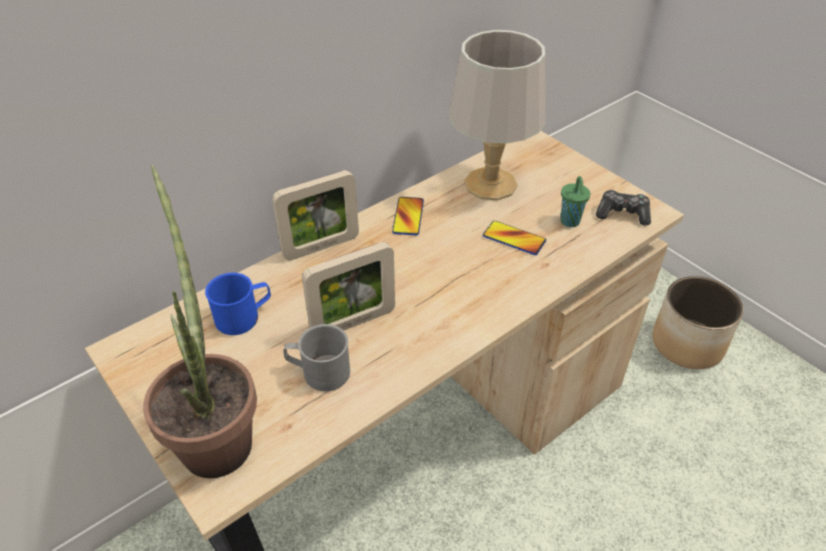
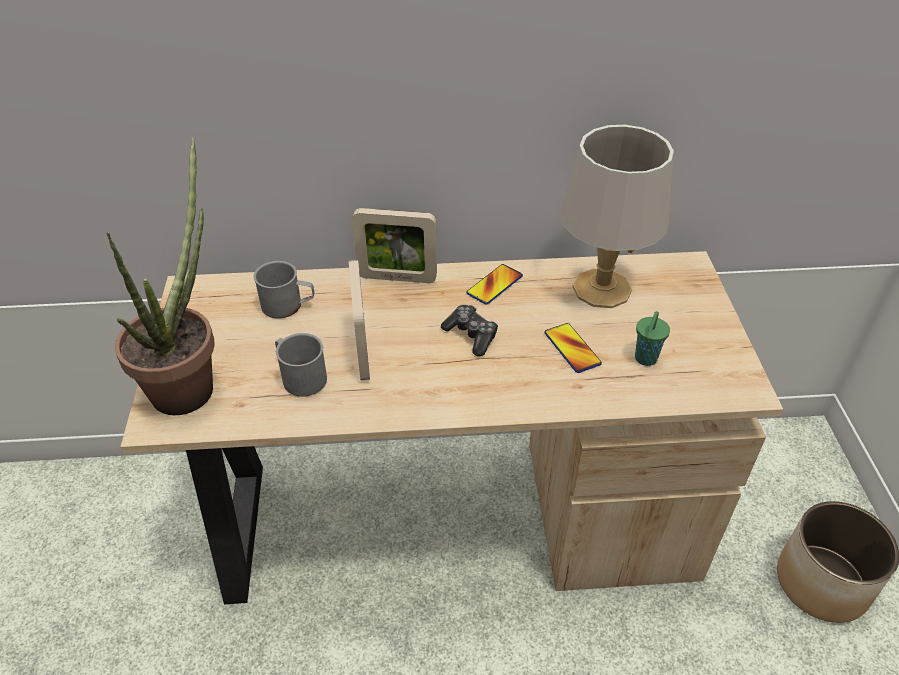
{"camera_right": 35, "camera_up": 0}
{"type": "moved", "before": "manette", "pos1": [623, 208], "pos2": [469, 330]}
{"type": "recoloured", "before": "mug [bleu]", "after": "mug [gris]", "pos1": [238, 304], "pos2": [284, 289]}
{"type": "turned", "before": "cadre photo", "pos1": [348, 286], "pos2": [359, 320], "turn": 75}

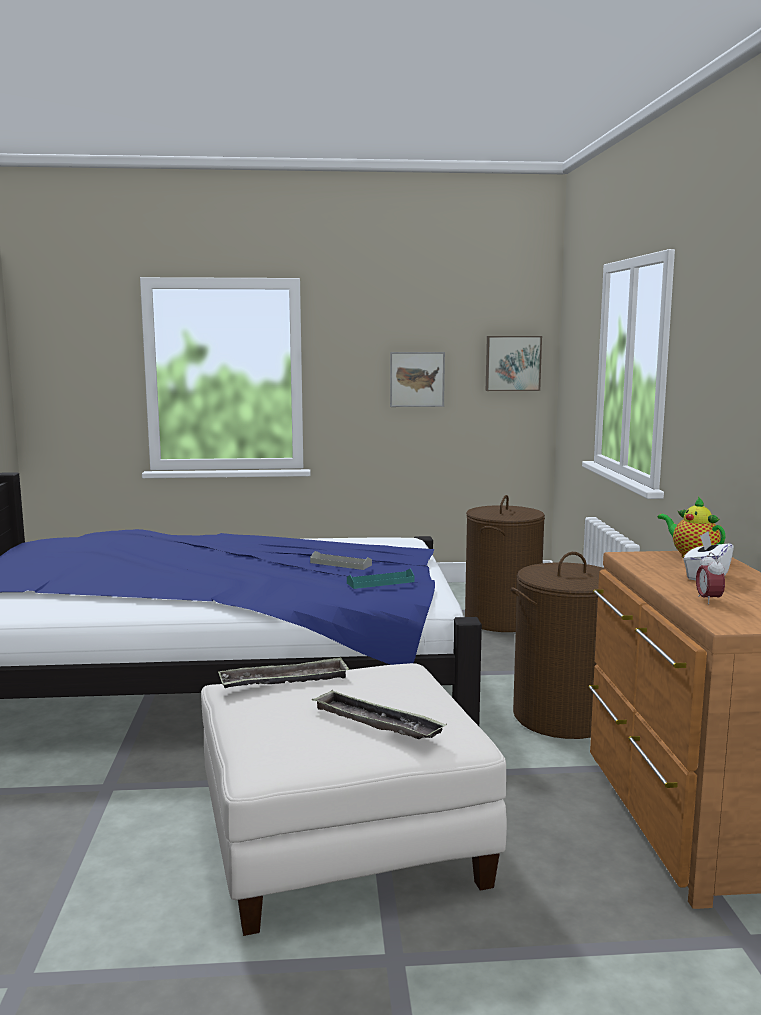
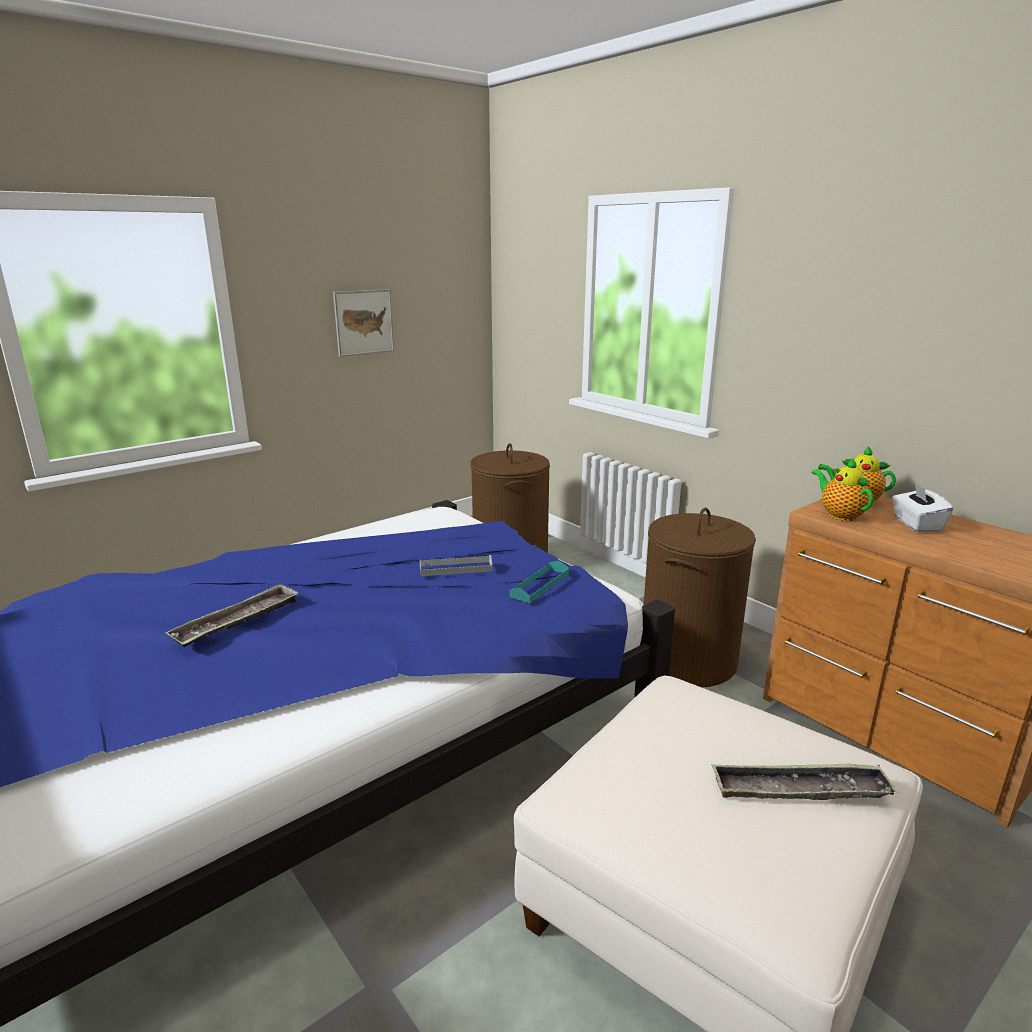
{"camera_right": -35, "camera_up": 10}
{"type": "removed", "before": "tableau", "pos1": [514, 363]}
{"type": "removed", "before": "réveil", "pos1": [710, 578]}
{"type": "added", "after": "théière", "pos2": [842, 490]}
{"type": "moved", "before": "plateau", "pos1": [283, 672], "pos2": [232, 615]}

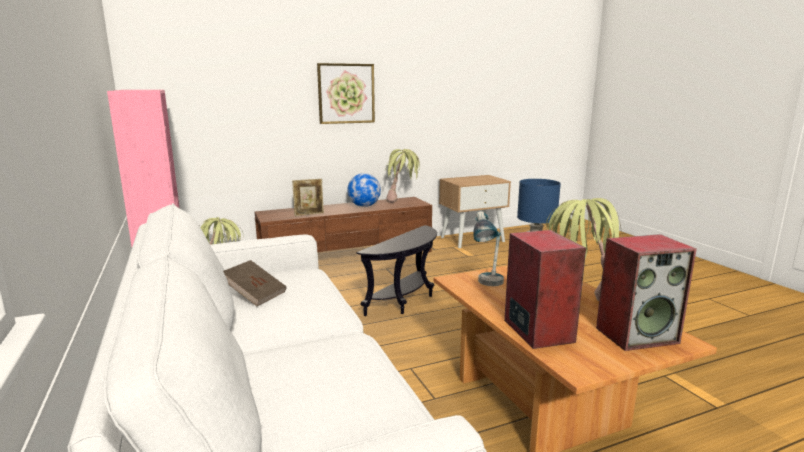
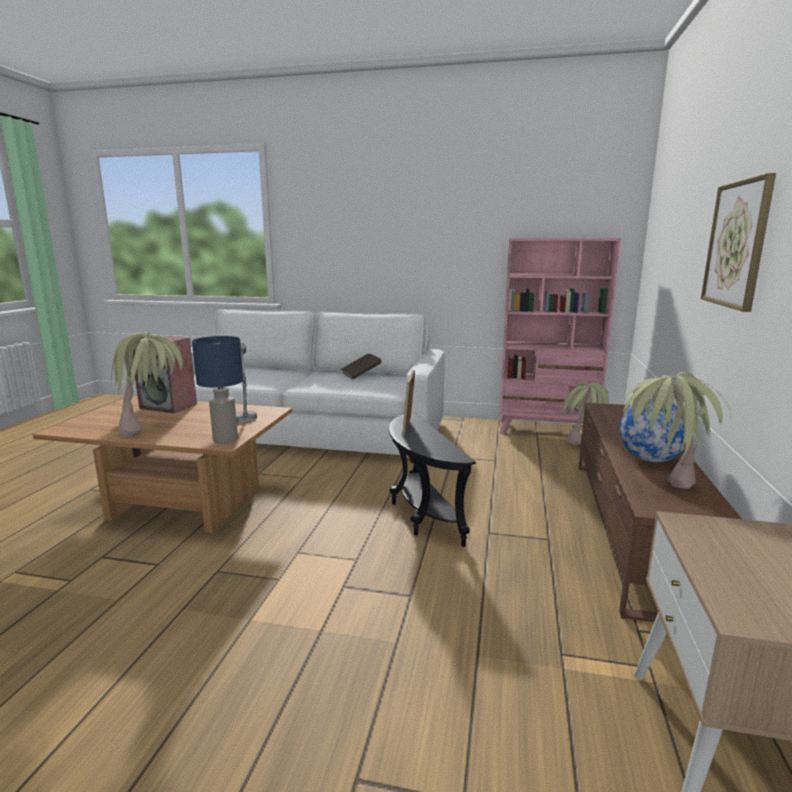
{"camera_right": 125, "camera_up": 0}
{"type": "removed", "before": "enceinte", "pos1": [646, 292]}
{"type": "moved", "before": "cadre photo", "pos1": [308, 197], "pos2": [408, 403]}

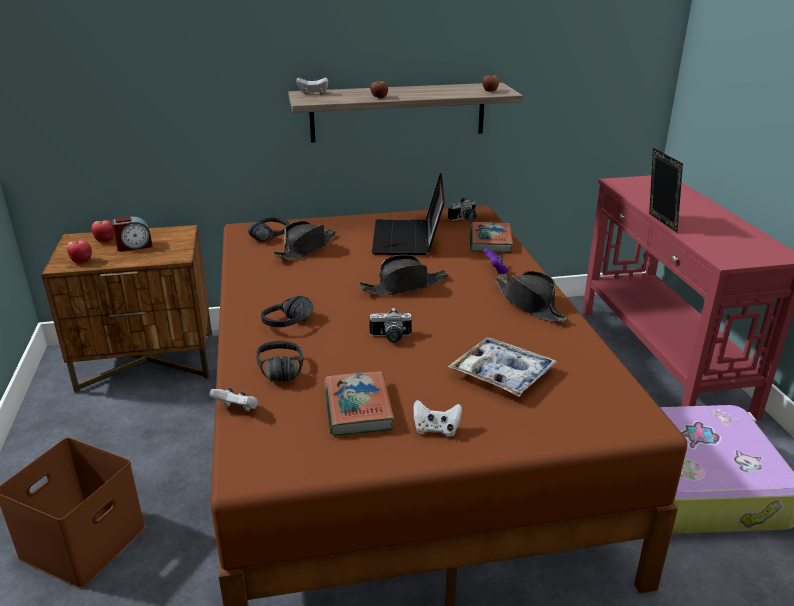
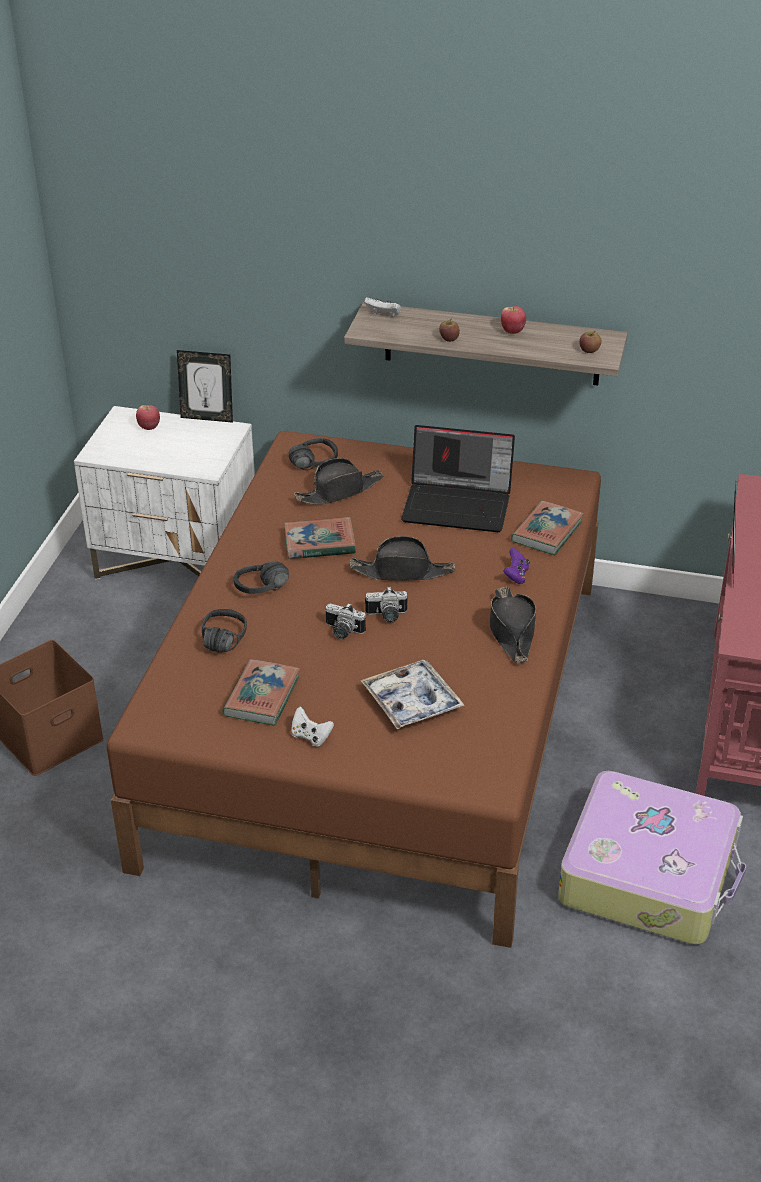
{"camera_right": 25, "camera_up": 10}
{"type": "removed", "before": "réveil", "pos1": [132, 234]}
{"type": "removed", "before": "manette [blanc]", "pos1": [233, 399]}
{"type": "added", "after": "cadre photo", "pos2": [205, 386]}
{"type": "added", "after": "livre", "pos2": [320, 538]}
{"type": "moved", "before": "pomme", "pos1": [79, 252], "pos2": [513, 320]}
{"type": "moved", "before": "appareil photo", "pos1": [462, 209], "pos2": [386, 604]}
{"type": "recoloured", "before": "table de chevet [marron]", "after": "table de chevet [blanc]", "pos1": [126, 309], "pos2": [164, 493]}
{"type": "turned", "before": "ordinateur portable", "pos1": [408, 214], "pos2": [458, 478], "turn": -105}

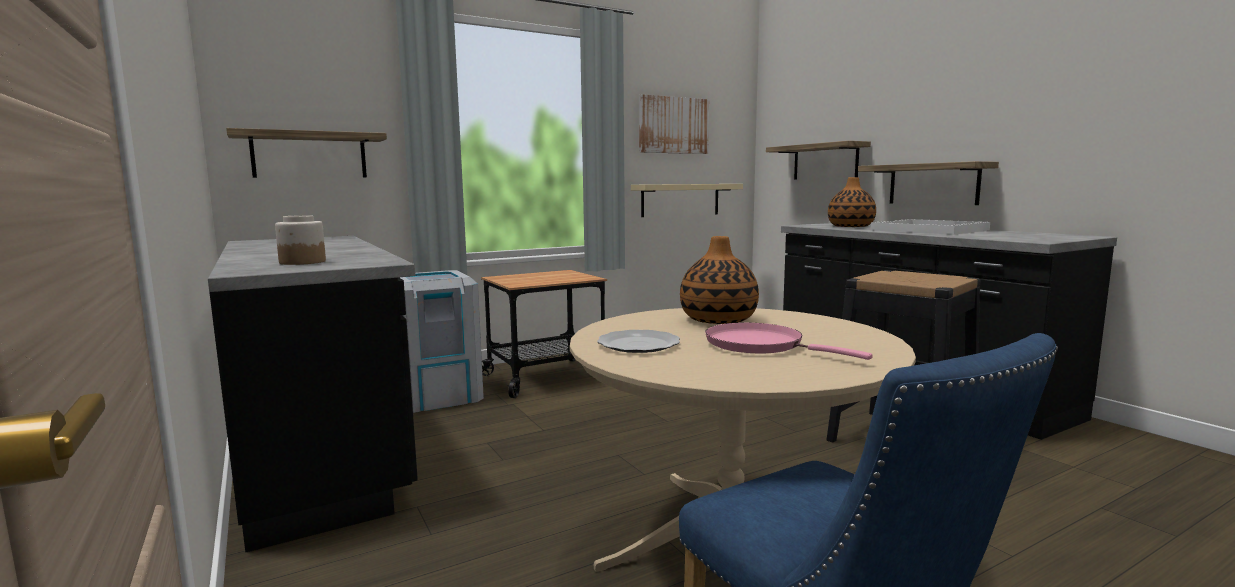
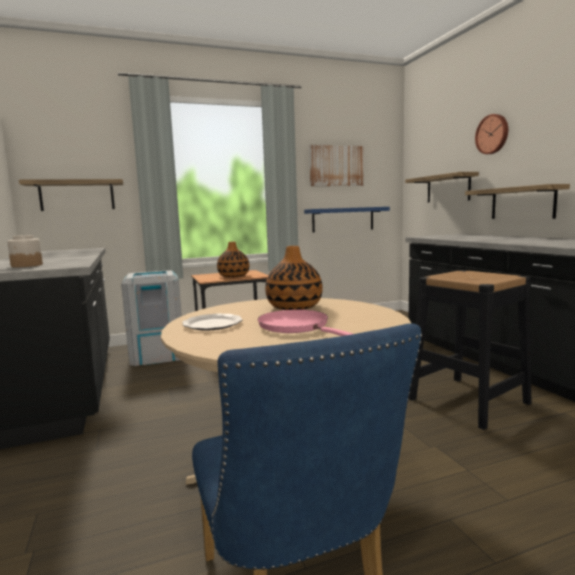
{"camera_right": 10, "camera_up": 0}
{"type": "removed", "before": "plateau [blanc]", "pos1": [930, 227]}
{"type": "added", "after": "horloge murale", "pos2": [491, 134]}
{"type": "moved", "before": "vase", "pos1": [852, 202], "pos2": [233, 259]}
{"type": "recoloured", "before": "étagère [beige]", "after": "étagère [bleu]", "pos1": [687, 200], "pos2": [347, 220]}

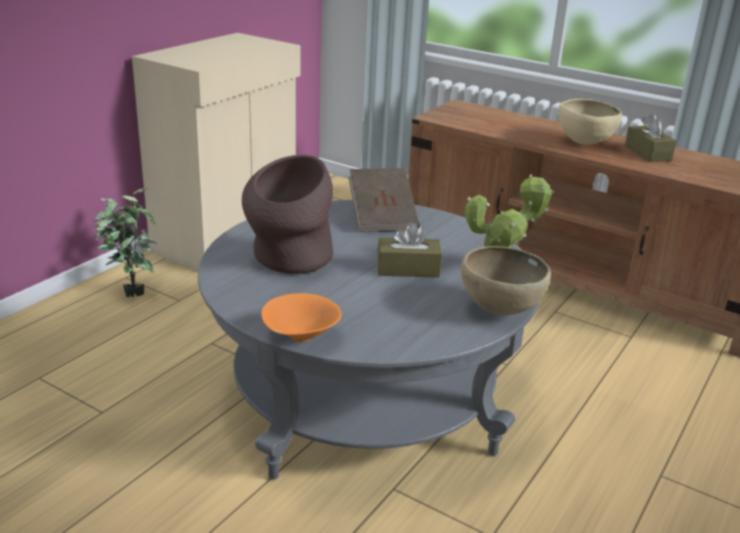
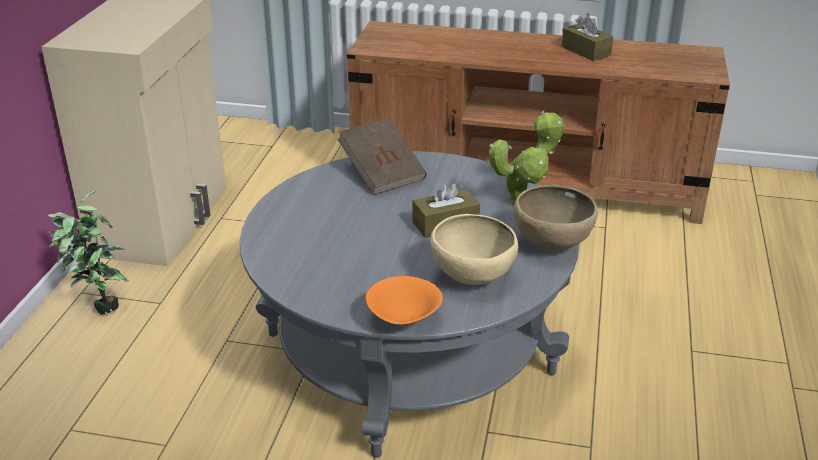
{"camera_right": -20, "camera_up": 5}
{"type": "removed", "before": "vase [marron]", "pos1": [287, 214]}
{"type": "moved", "before": "bol [beige]", "pos1": [590, 122], "pos2": [474, 249]}

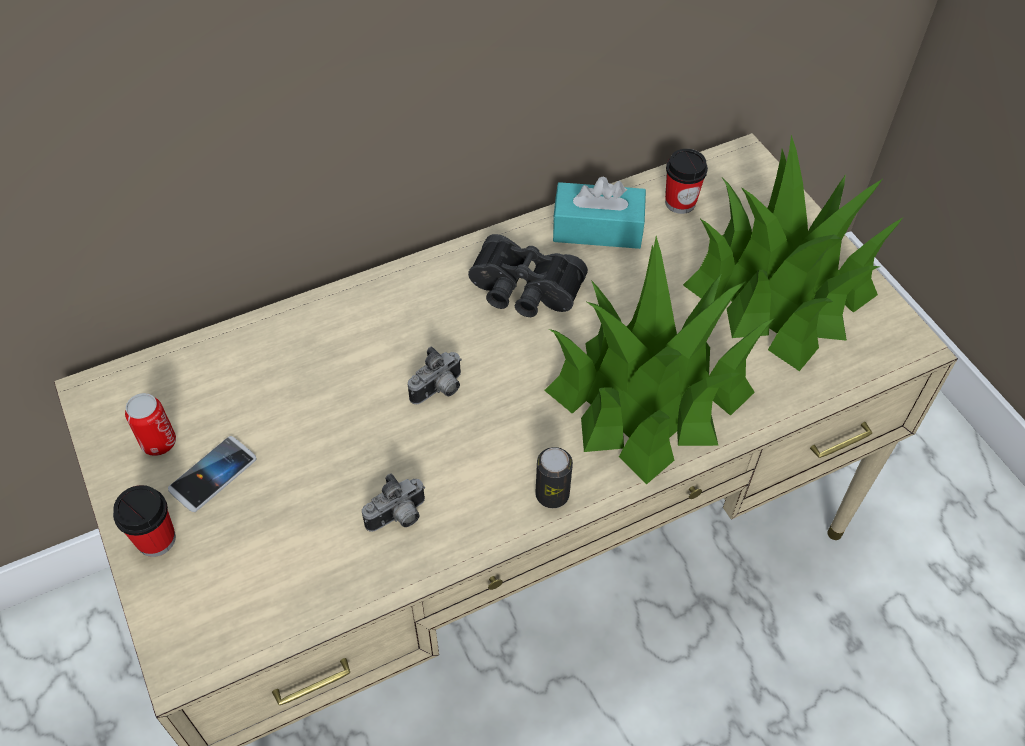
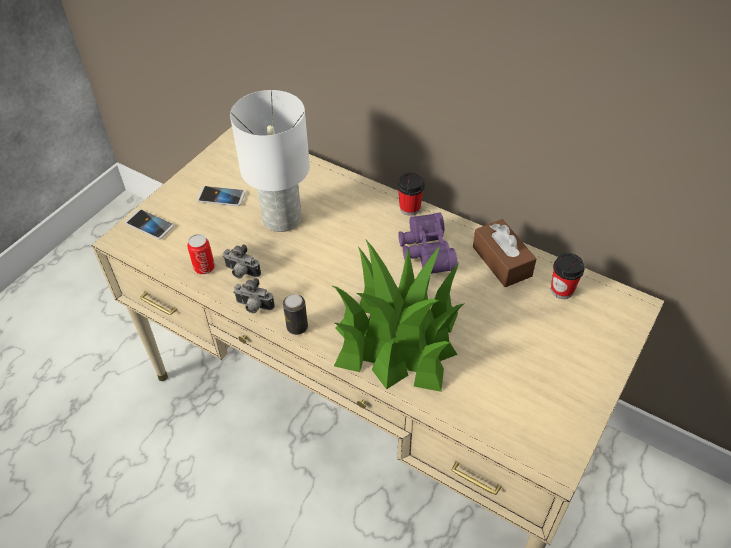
{"camera_right": 60, "camera_up": -5}
{"type": "removed", "before": "plante en pot", "pos1": [793, 253]}
{"type": "added", "after": "téléphone", "pos2": [149, 224]}
{"type": "added", "after": "lampe de table [blanc]", "pos2": [270, 161]}
{"type": "moved", "before": "tasse", "pos1": [144, 521], "pos2": [411, 194]}
{"type": "moved", "before": "boîte métallique", "pos1": [150, 424], "pos2": [201, 254]}
{"type": "moved", "before": "appareil photo", "pos1": [435, 375], "pos2": [254, 295]}
{"type": "recoloured", "before": "jumelles [noir]", "after": "jumelles [violet]", "pos1": [528, 275], "pos2": [428, 243]}
{"type": "recoloured", "before": "boîte à mouchoirs [turquoise]", "after": "boîte à mouchoirs [marron]", "pos1": [599, 212], "pos2": [505, 253]}

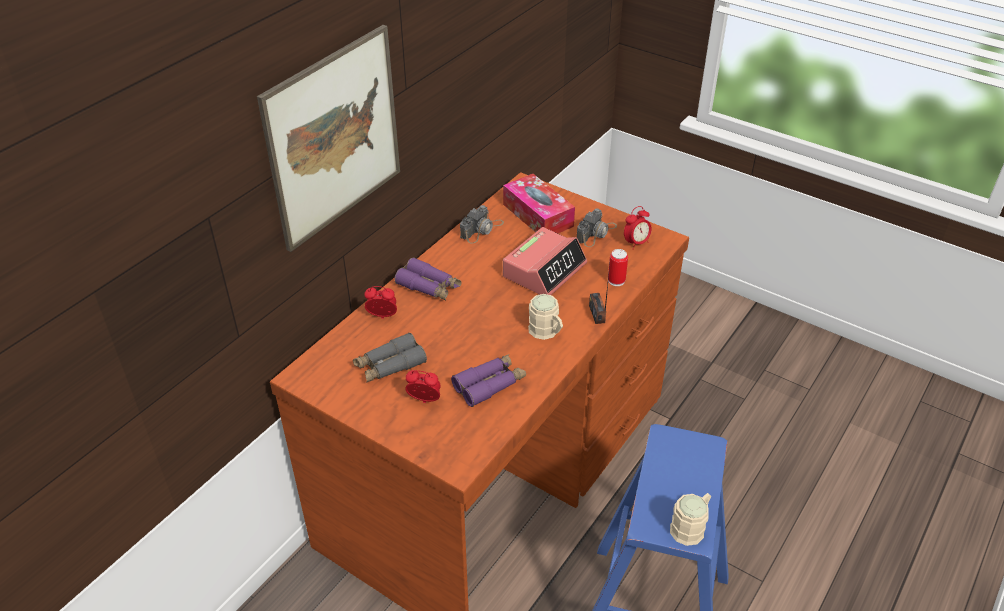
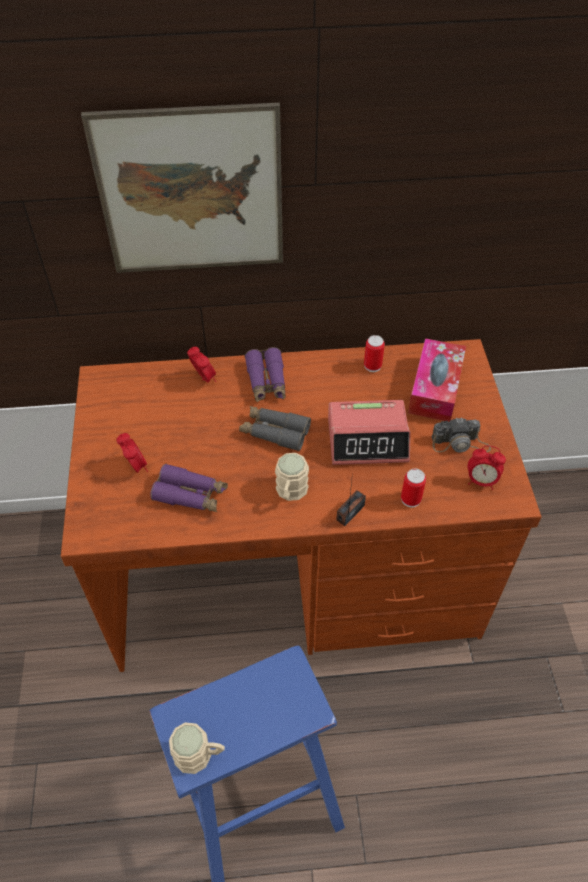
{"camera_right": 50, "camera_up": 10}
{"type": "moved", "before": "jumelles [gris]", "pos1": [390, 358], "pos2": [275, 428]}
{"type": "replaced", "before": "appareil photo", "after": "boîte métallique", "pos1": [482, 224], "pos2": [374, 353]}

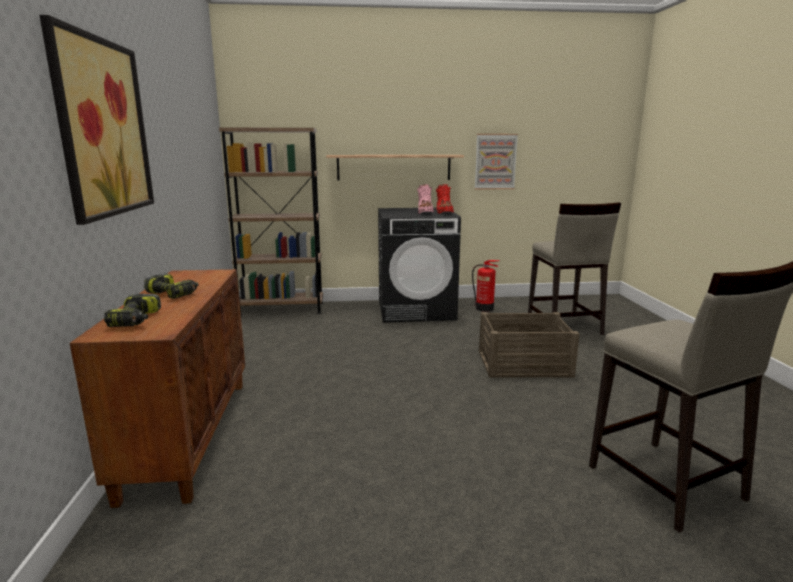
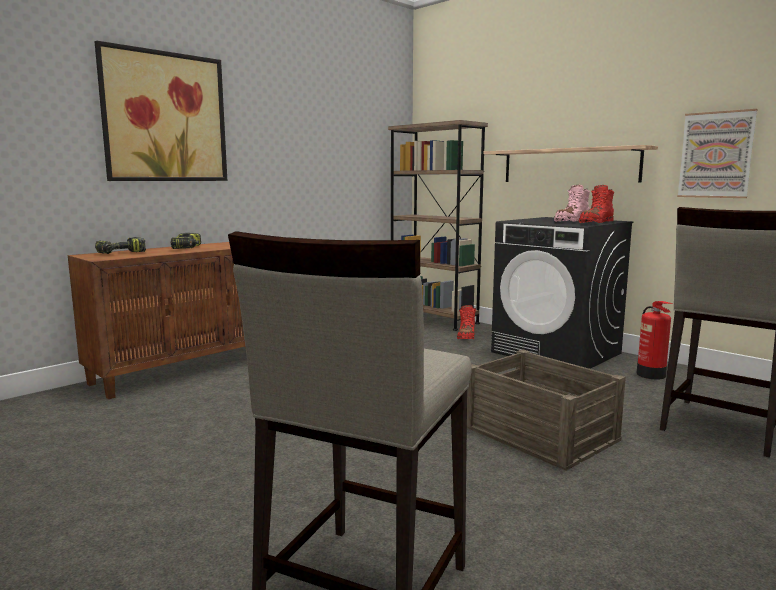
{"camera_right": 50, "camera_up": -5}
{"type": "added", "after": "botte [rouge]", "pos2": [466, 322]}

